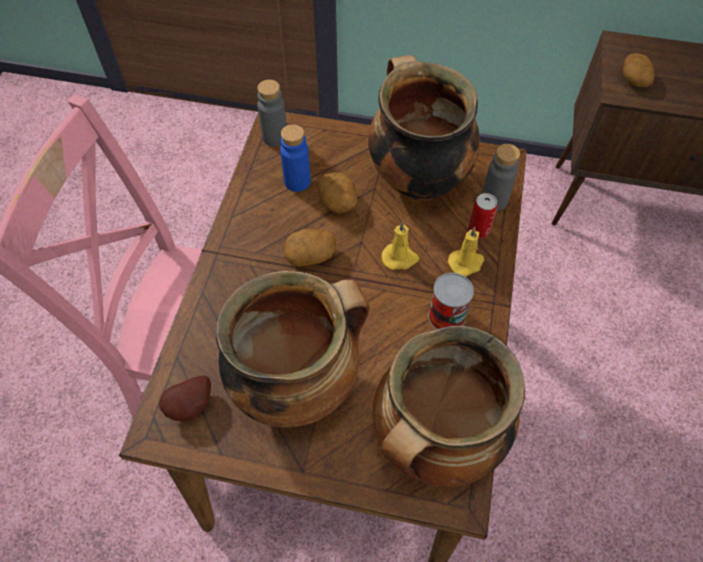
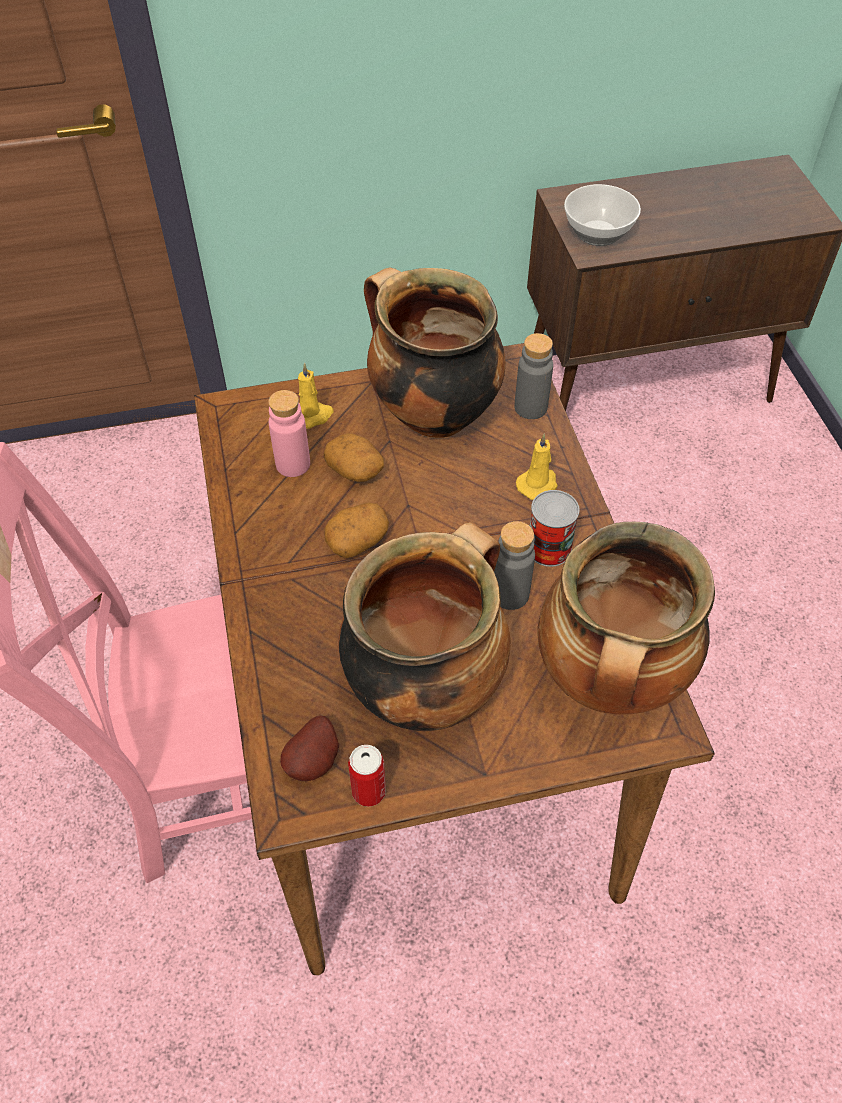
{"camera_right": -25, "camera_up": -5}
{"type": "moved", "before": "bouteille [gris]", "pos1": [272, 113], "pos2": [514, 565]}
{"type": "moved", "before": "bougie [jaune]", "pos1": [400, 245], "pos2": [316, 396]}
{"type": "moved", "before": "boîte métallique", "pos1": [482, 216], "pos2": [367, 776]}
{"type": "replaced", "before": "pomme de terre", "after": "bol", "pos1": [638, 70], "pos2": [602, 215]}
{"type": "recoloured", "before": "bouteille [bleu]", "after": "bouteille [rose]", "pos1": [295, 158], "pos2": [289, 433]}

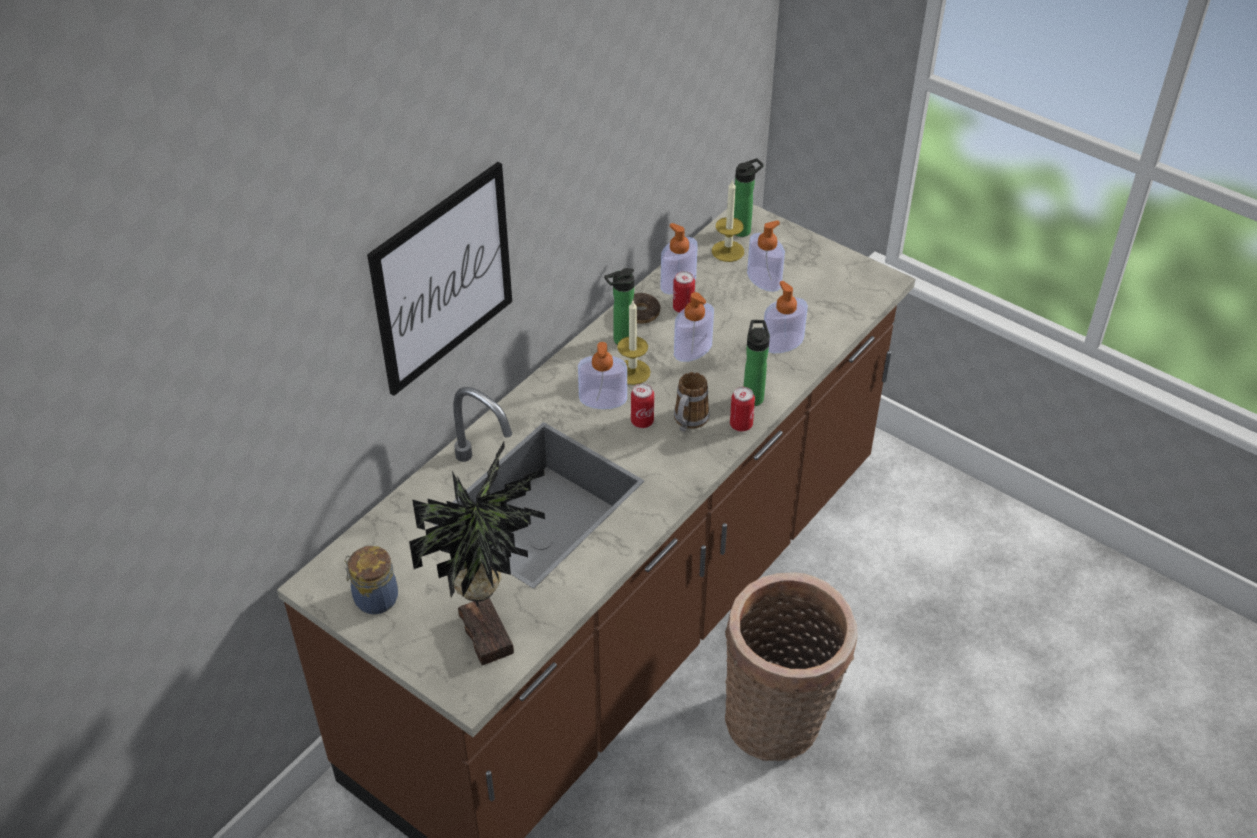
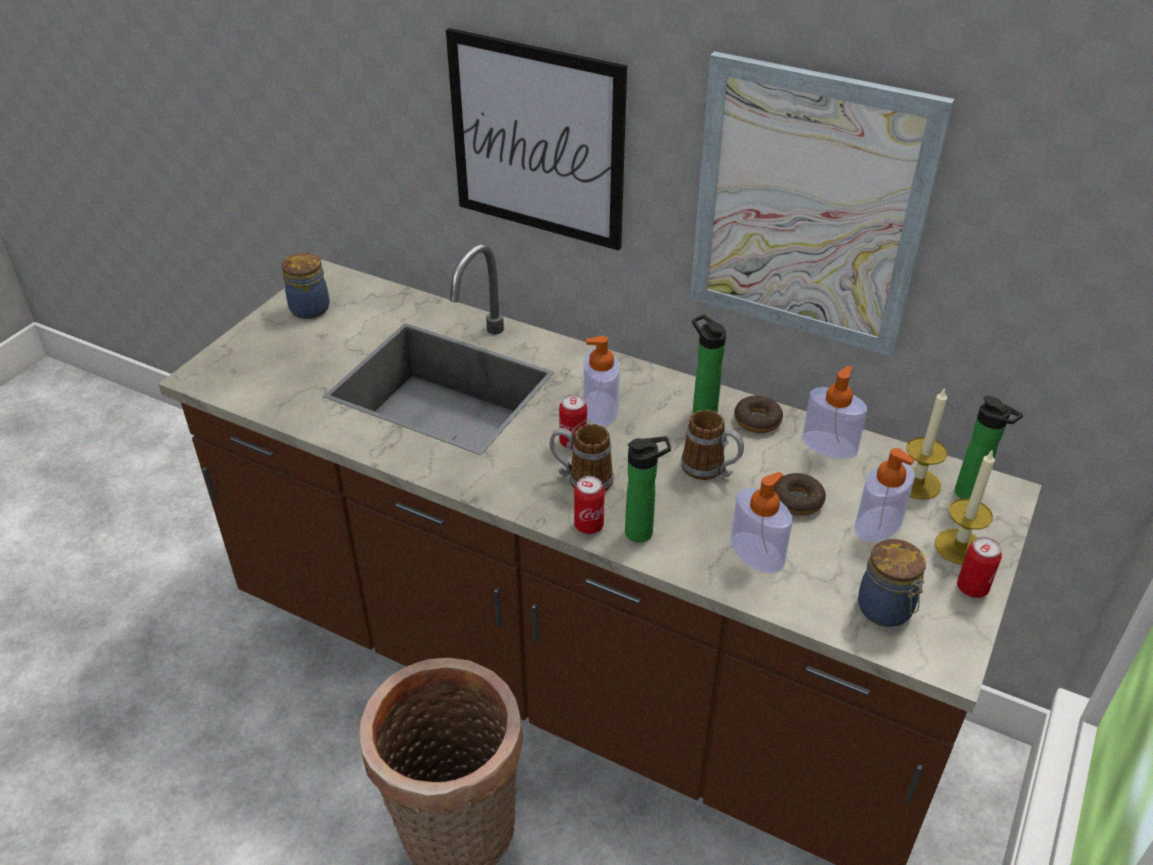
{"camera_right": 80, "camera_up": -5}
{"type": "removed", "before": "plante en pot", "pos1": [477, 553]}
{"type": "added", "after": "tableau", "pos2": [822, 204]}
{"type": "added", "after": "beignet", "pos2": [800, 494]}
{"type": "added", "after": "bocal", "pos2": [892, 583]}
{"type": "moved", "before": "bougie", "pos1": [634, 343], "pos2": [965, 507]}
{"type": "moved", "before": "boîte métallique", "pos1": [684, 292], "pos2": [979, 567]}
{"type": "replaced", "before": "distributeur de savon", "after": "mug", "pos1": [694, 327], "pos2": [712, 445]}

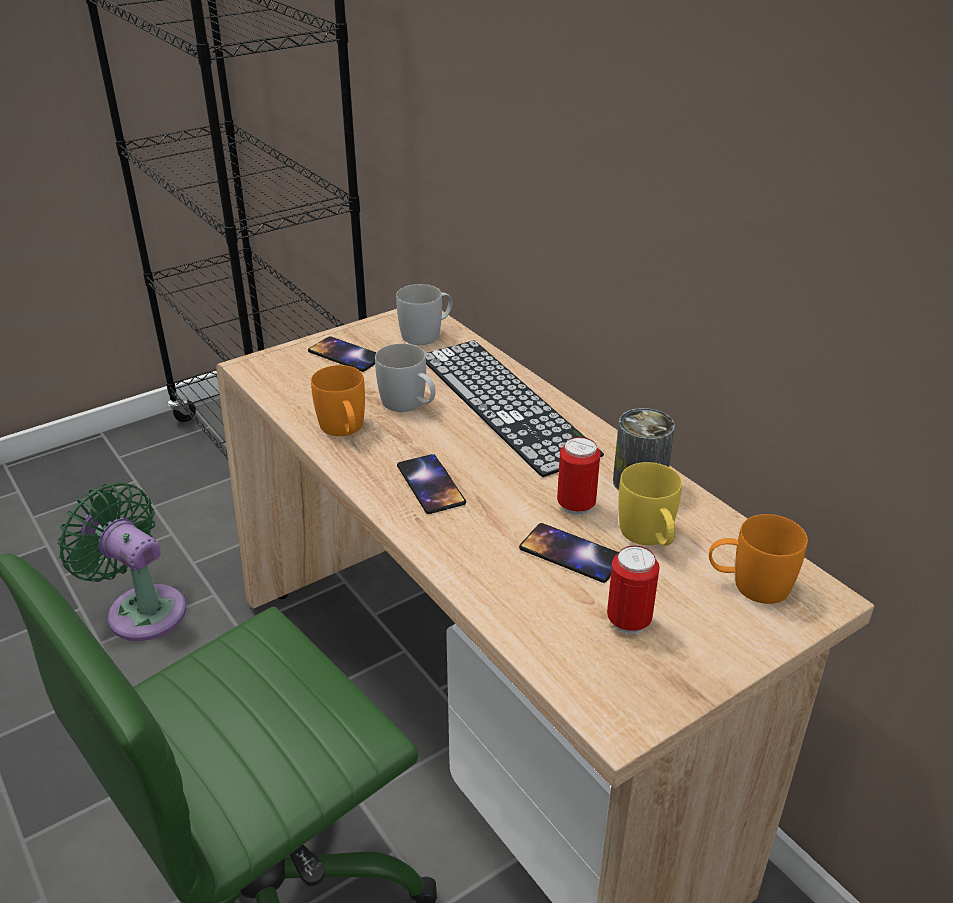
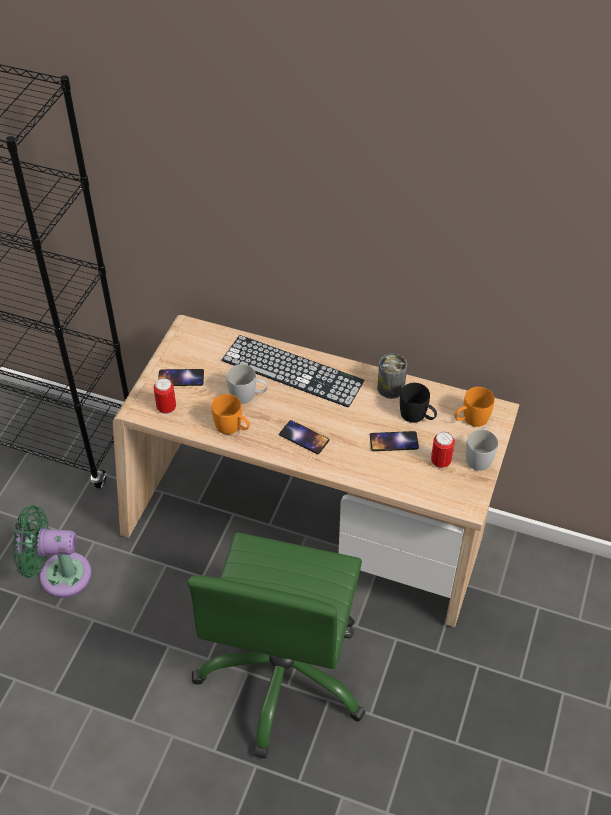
{"camera_right": -35, "camera_up": 15}
{"type": "moved", "before": "mug [blanc]", "pos1": [424, 314], "pos2": [482, 449]}
{"type": "moved", "before": "boîte métallique", "pos1": [578, 476], "pos2": [165, 396]}
{"type": "recoloured", "before": "mug [jaune]", "after": "mug [noir]", "pos1": [650, 504], "pos2": [418, 403]}

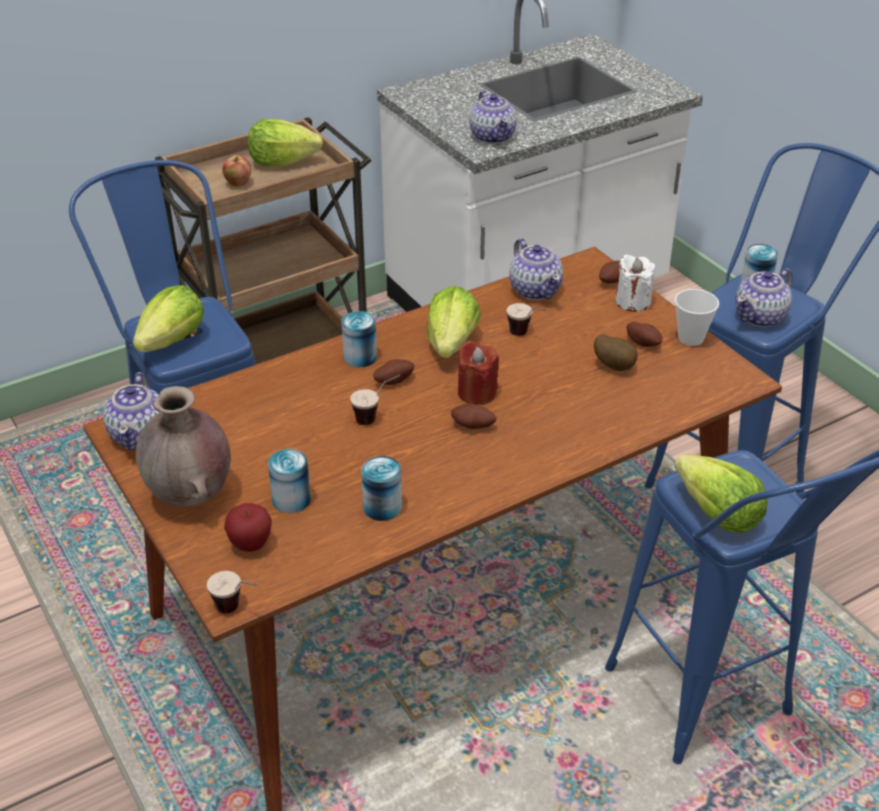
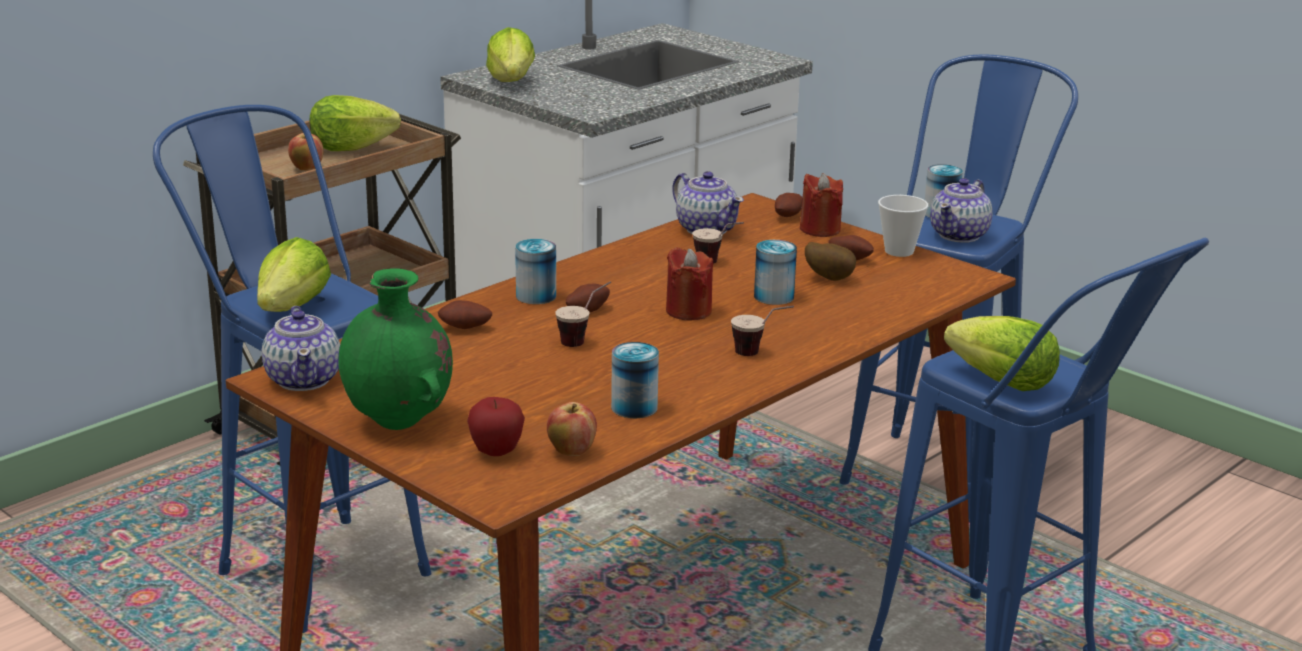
{"camera_right": -15, "camera_up": -15}
{"type": "removed", "before": "théière", "pos1": [493, 117]}
{"type": "added", "after": "pomme", "pos2": [572, 429]}
{"type": "moved", "before": "tasse", "pos1": [232, 592], "pos2": [762, 331]}
{"type": "moved", "before": "boîte métallique", "pos1": [289, 481], "pos2": [775, 272]}
{"type": "moved", "before": "laitue", "pos1": [454, 322], "pos2": [510, 54]}
{"type": "moved", "before": "pomme de terre", "pos1": [473, 416], "pos2": [465, 314]}
{"type": "recoloured", "before": "vase [marron]", "after": "vase [vert]", "pos1": [183, 446], "pos2": [395, 349]}
{"type": "recoloured", "before": "bougie [blanc]", "after": "bougie [rouge]", "pos1": [635, 283], "pos2": [821, 205]}

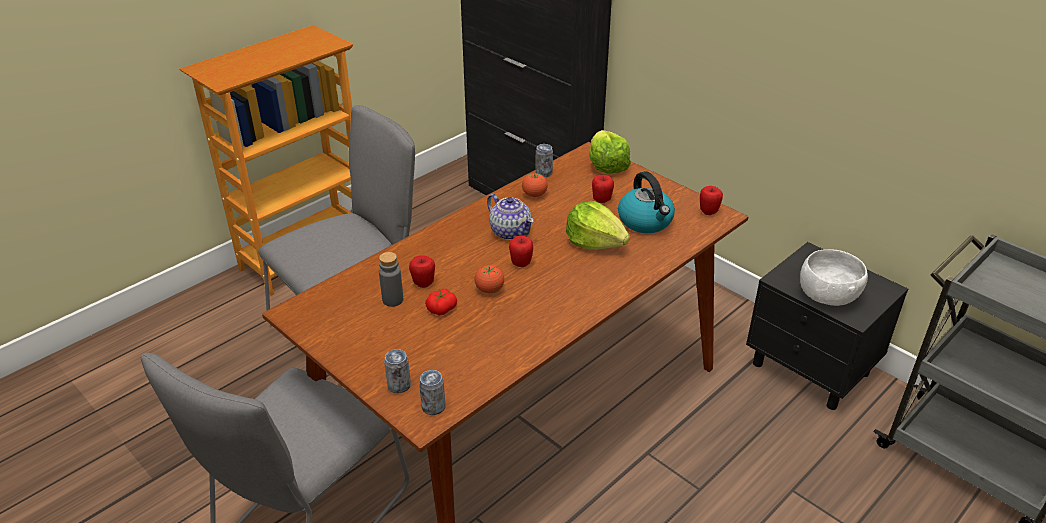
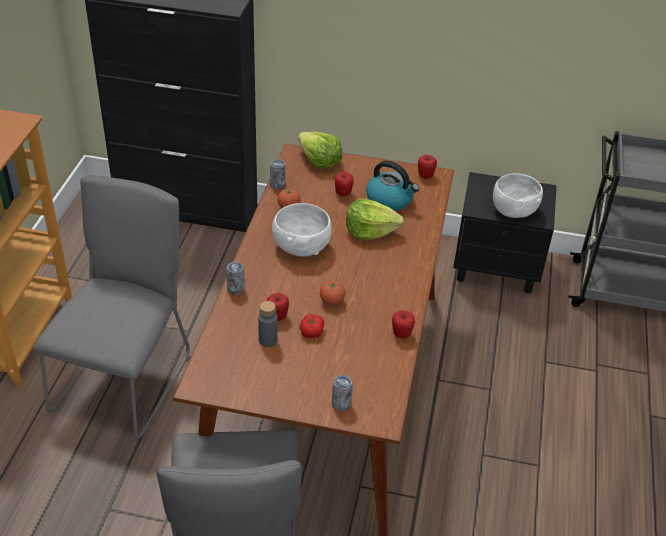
{"camera_right": -35, "camera_up": 5}
{"type": "moved", "before": "boîte métallique", "pos1": [432, 392], "pos2": [235, 278]}
{"type": "moved", "before": "pomme", "pos1": [521, 251], "pos2": [403, 324]}
{"type": "replaced", "before": "théière", "after": "bol [blanc]", "pos1": [510, 217], "pos2": [302, 230]}

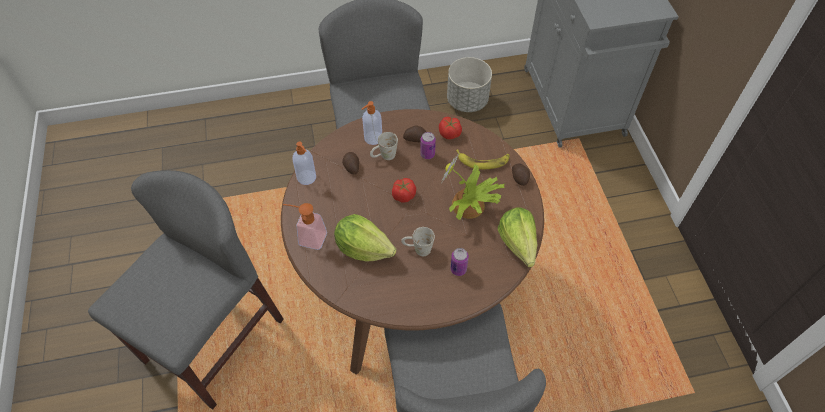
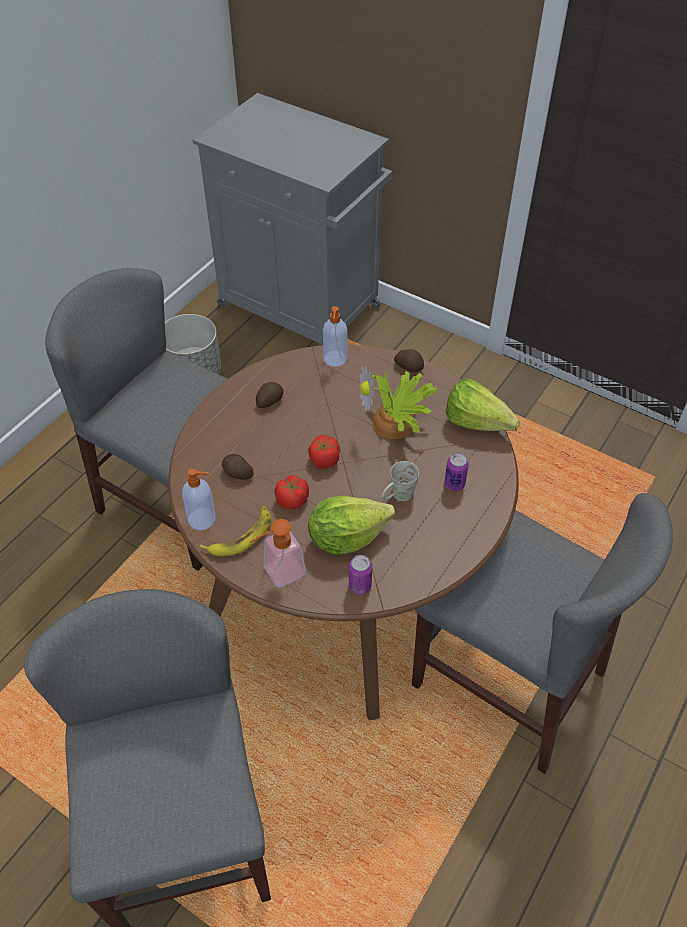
{"camera_right": -45, "camera_up": -5}
{"type": "removed", "before": "mug [blanc]", "pos1": [384, 146]}
{"type": "moved", "before": "distributeur de savon", "pos1": [372, 123], "pos2": [335, 336]}
{"type": "moved", "before": "boîte métallique", "pos1": [428, 145], "pos2": [360, 575]}
{"type": "moved", "before": "tomate", "pos1": [450, 128], "pos2": [292, 492]}
{"type": "moved", "before": "banane", "pos1": [482, 159], "pos2": [235, 531]}

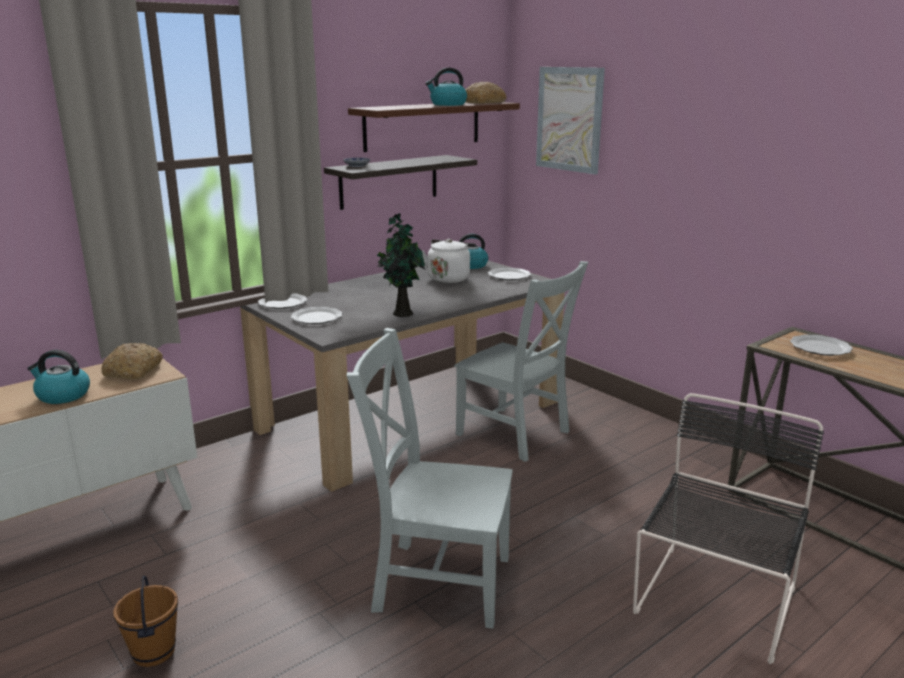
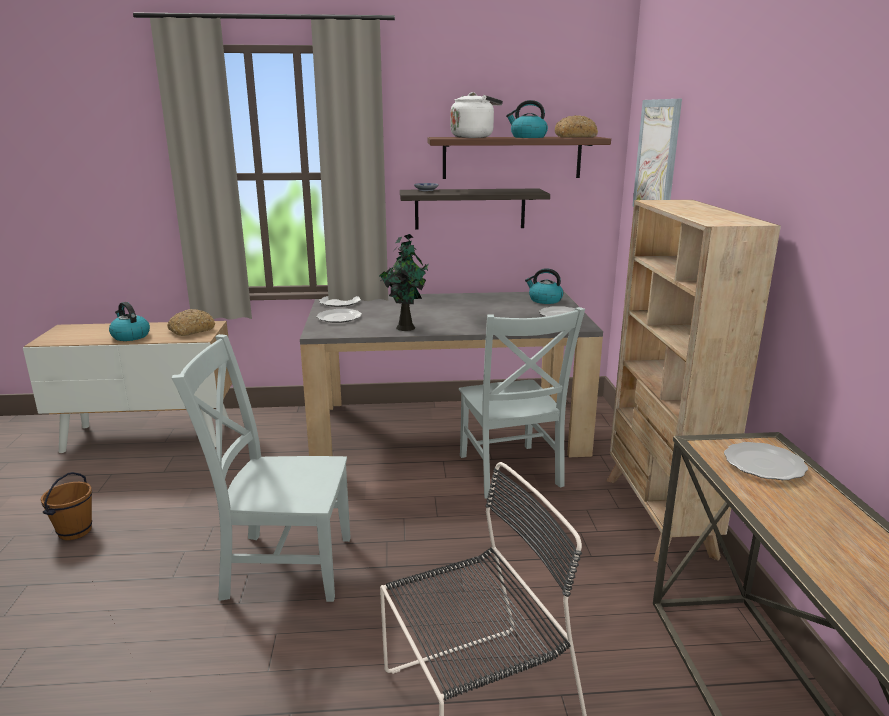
{"camera_right": 35, "camera_up": 0}
{"type": "added", "after": "bibliothèque [beige]", "pos2": [694, 381]}
{"type": "moved", "before": "bouilloire [blanc]", "pos1": [449, 261], "pos2": [477, 115]}
{"type": "turned", "before": "chaise [gris]", "pos1": [430, 478], "pos2": [261, 468], "turn": -45}

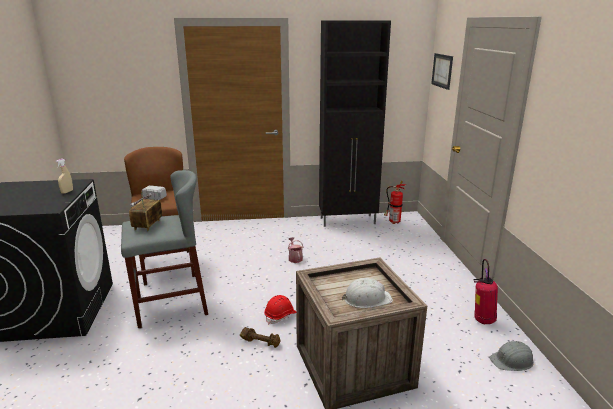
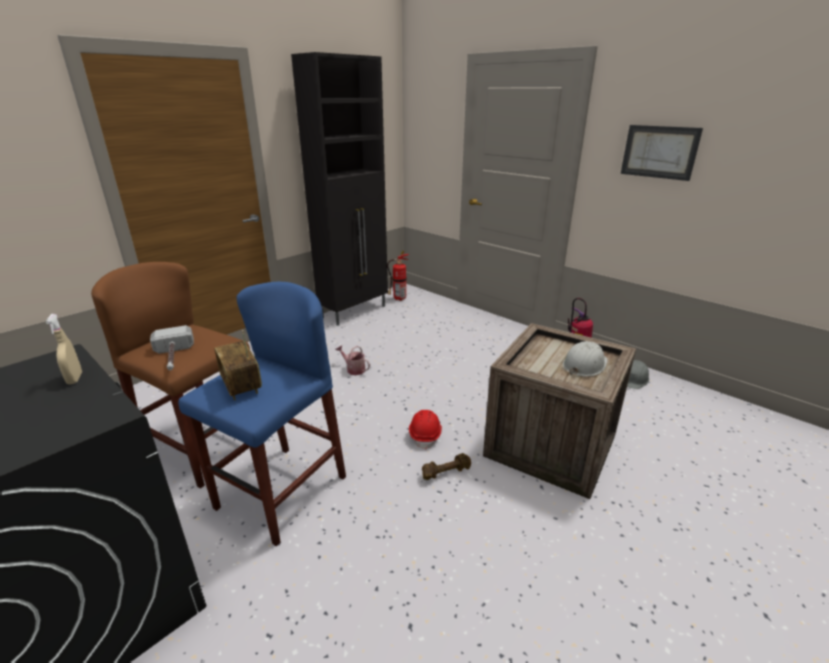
{"camera_right": -40, "camera_up": 5}
{"type": "moved", "before": "tableau", "pos1": [442, 71], "pos2": [662, 153]}
{"type": "recoloured", "before": "tabouret [gris]", "after": "tabouret [bleu]", "pos1": [164, 249], "pos2": [262, 414]}

